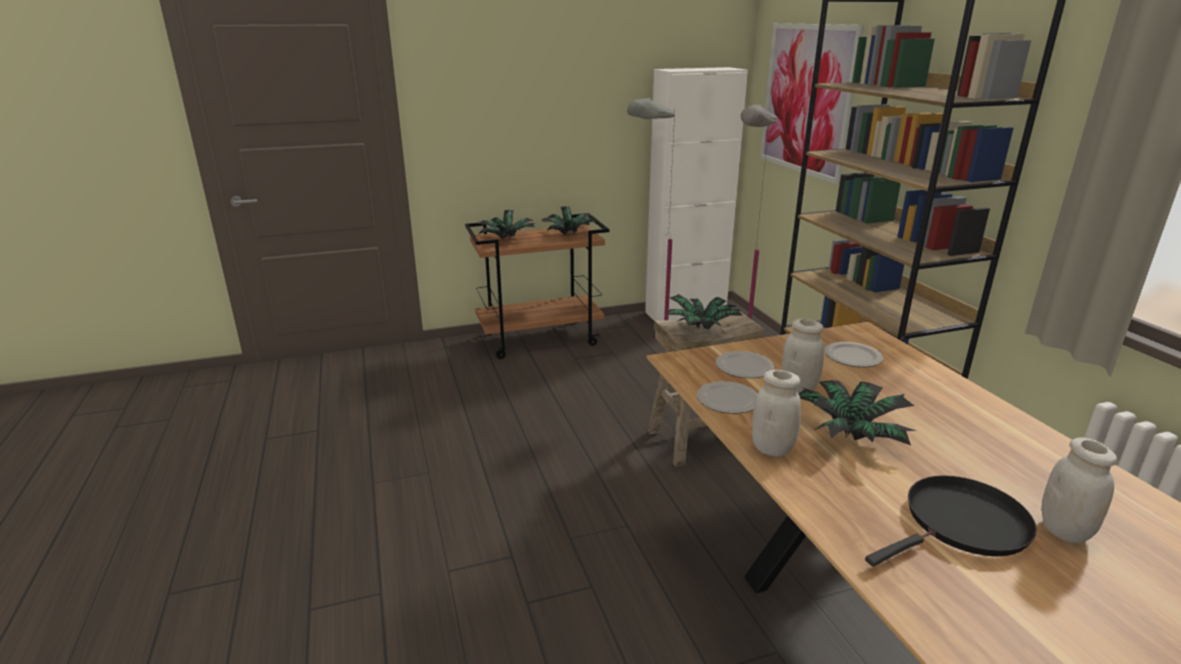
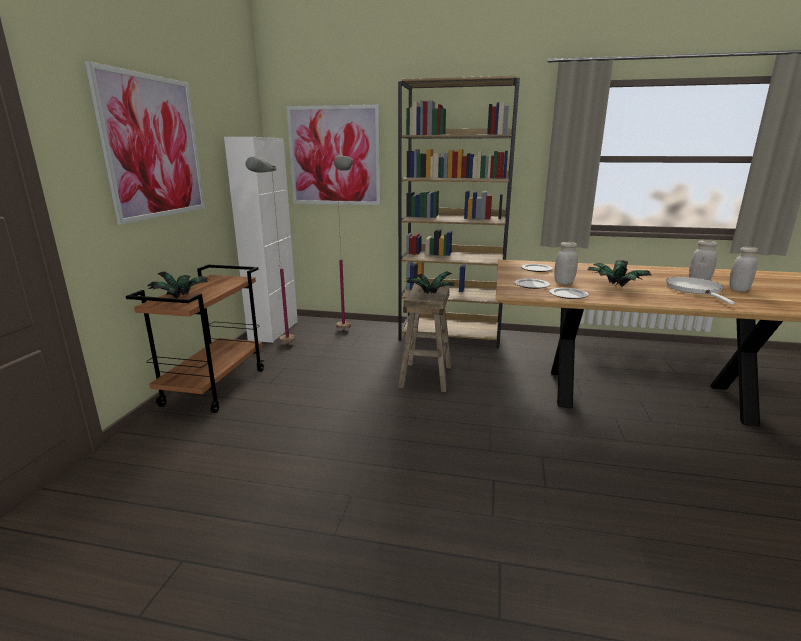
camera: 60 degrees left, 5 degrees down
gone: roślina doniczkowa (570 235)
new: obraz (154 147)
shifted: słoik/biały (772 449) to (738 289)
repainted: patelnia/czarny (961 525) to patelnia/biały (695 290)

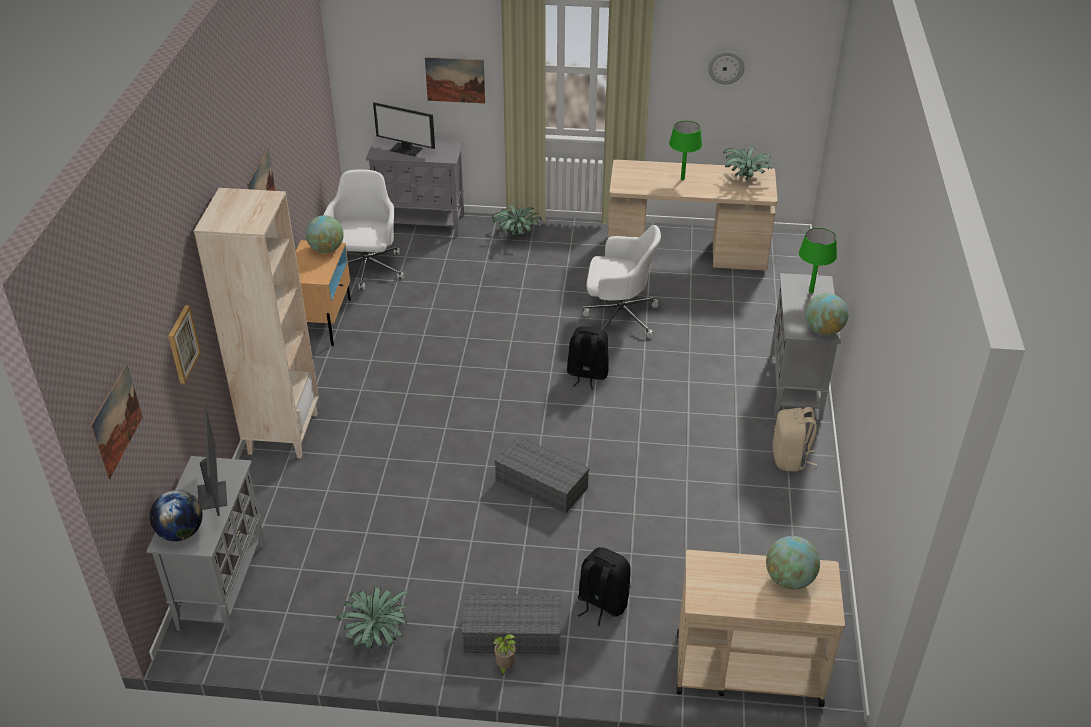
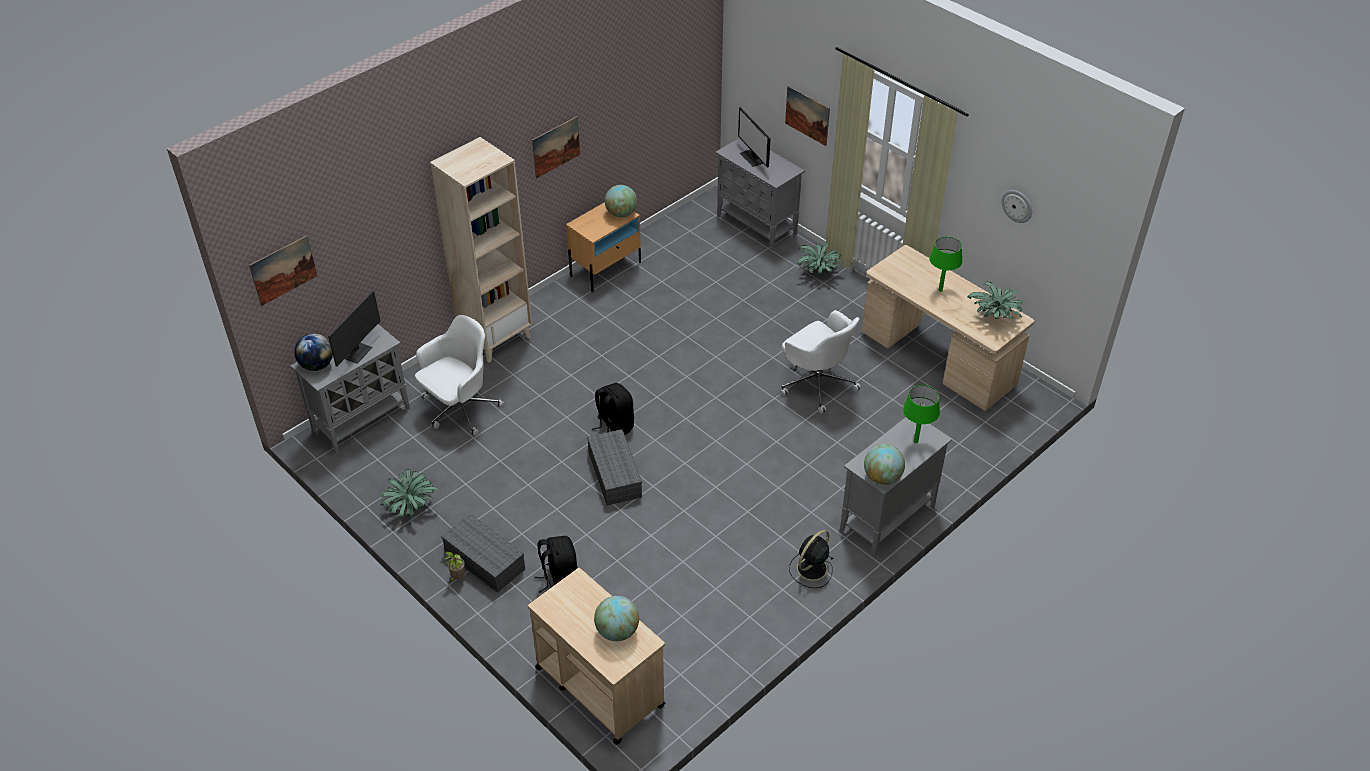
camera: 40 degrees right, 5 degrees up
gone: obraz (182 344)
shifted: krzesło biurowe/biały (366 270) to (460 409); plecak/czarny (587 374) to (614 426)
swapped: plecak/beżowy (790 459) to wentylator/czarny (811 569)

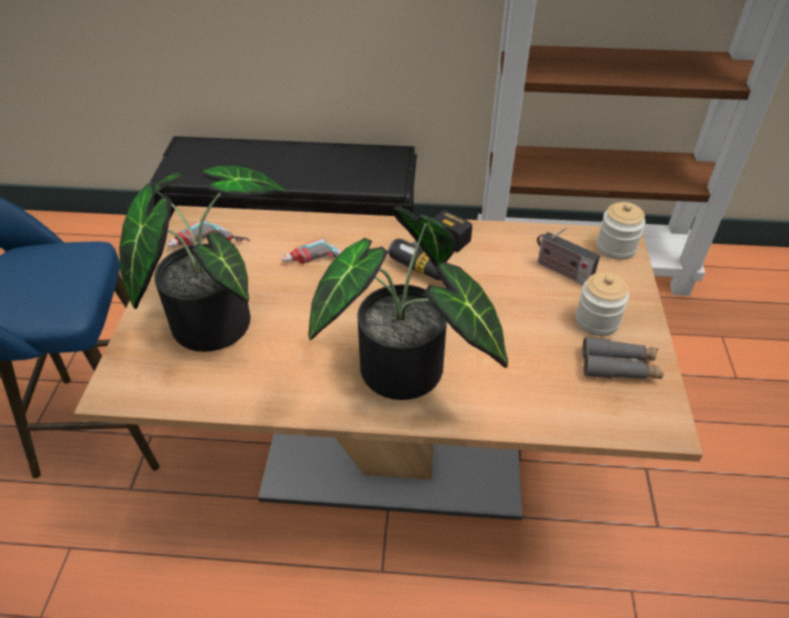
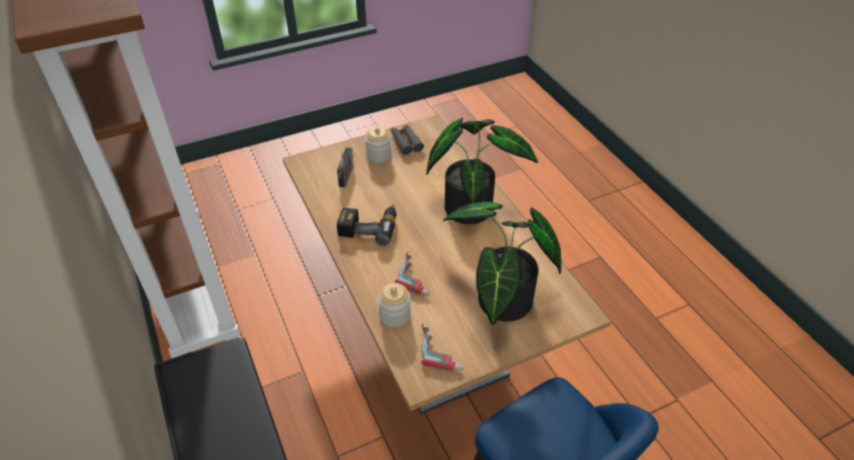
camera: 120 degrees left, 0 degrees up
shifted: słoik (616 247) to (395 315)

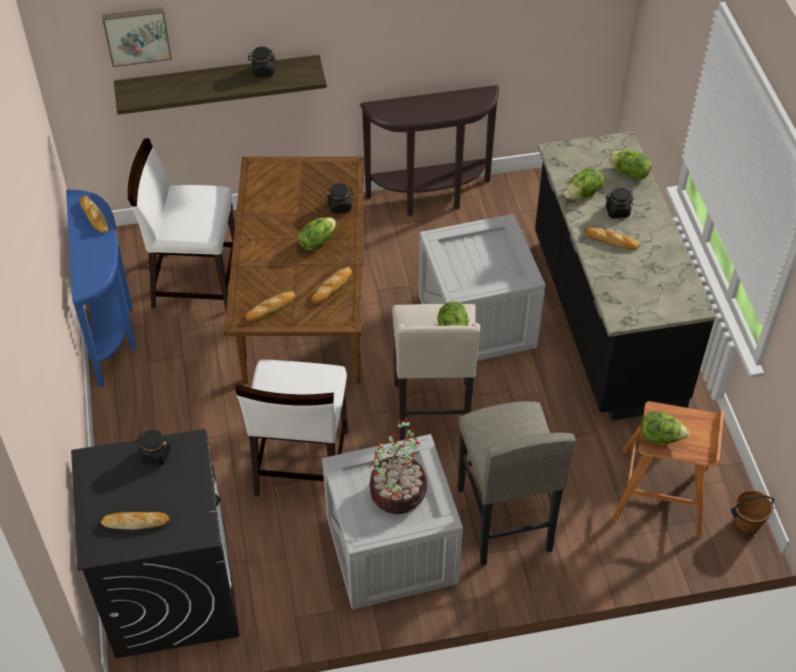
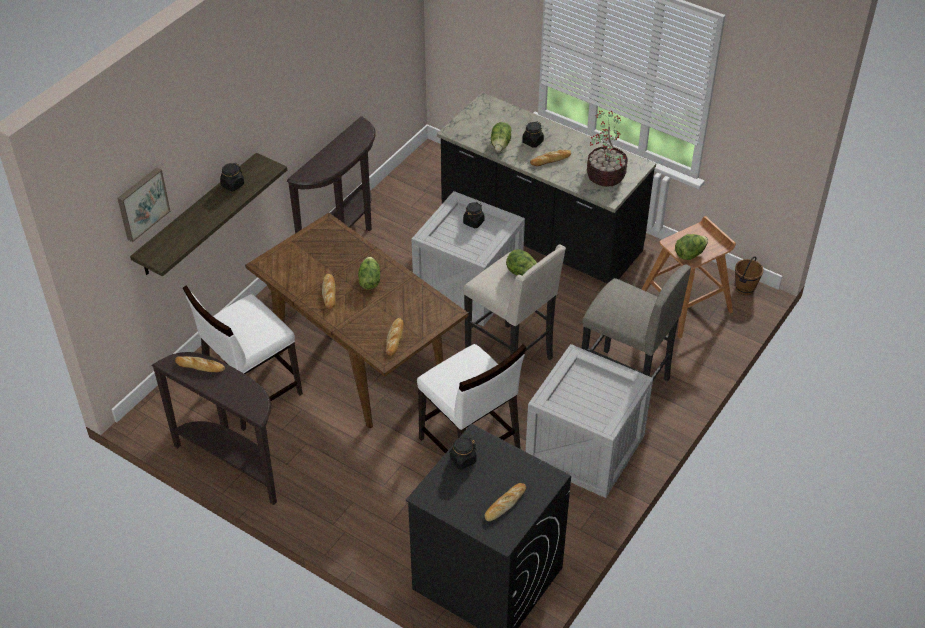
camera: 45 degrees left, 5 degrees down
gone: sałata (629 173)
shifted: słoik/czarny (340 206) to (473 222); chleb (332 287) to (329 293); roślina doniczkowa (398 492) to (605 174)
repainted: stolik konsolowy/niebieski (113 330) to stolik konsolowy/brązowy (234 463)

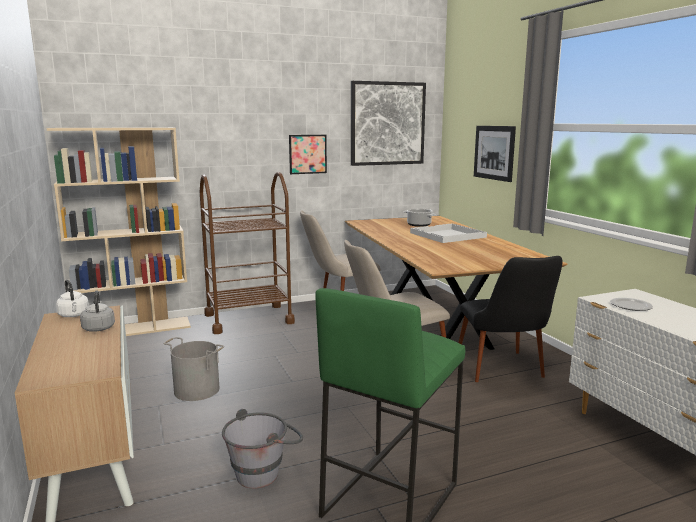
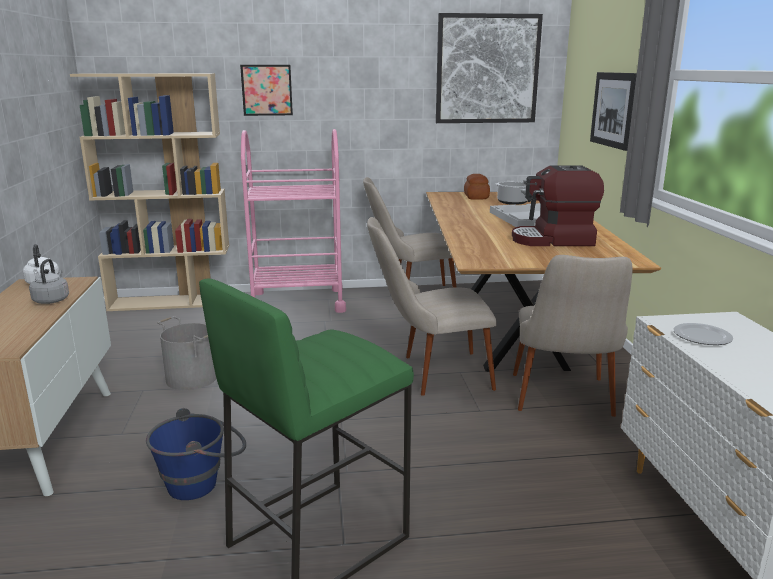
camera: 15 degrees right, 5 degrees up
new: ekspres do kawy (553 240); chleb (476 197)
shifted: obraz (307 154) to (267 90)
repainted: wózek/brązowy (248 319) to wózek/różowy (297 302); krzesło/czarny (504 373) to krzesło/beżowy (563 404); wiadro/szary (264 471) to wiadro/niebieski (202 482)

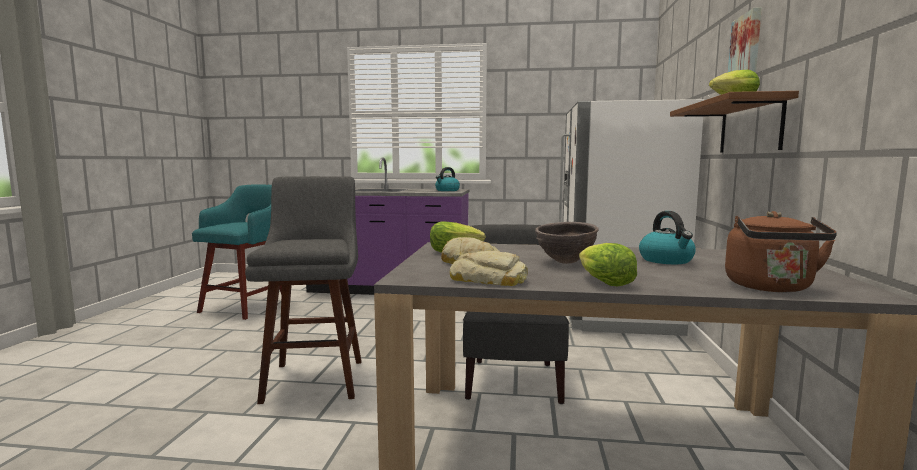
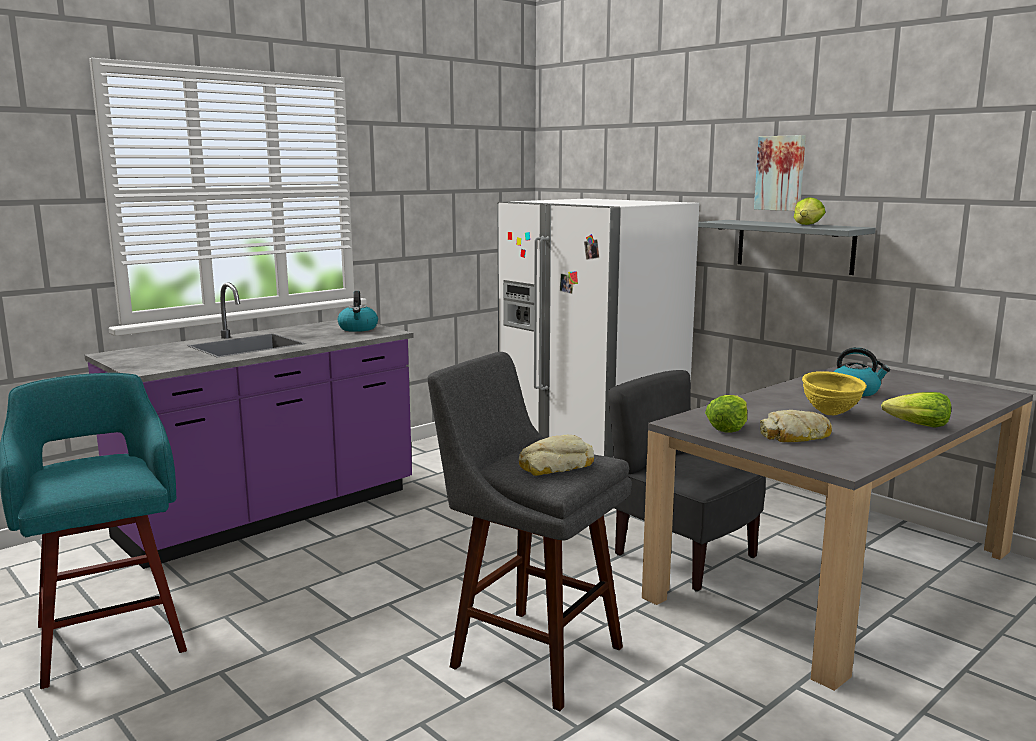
camera: 50 degrees left, 5 degrees up
gone: czajnik/brązowy (771 288)
shifted: chleb (489 280) to (555 465)
repainted: półka/brązowy (750 127) to półka/szary (794 246); miska/brązowy (565 262) to miska/żółty (830 414)

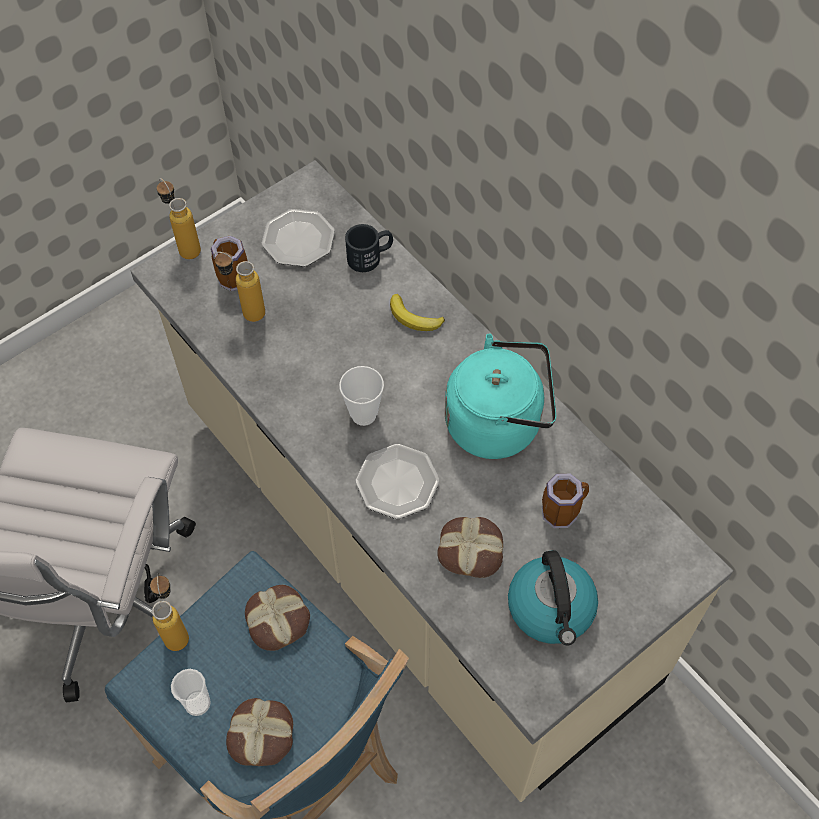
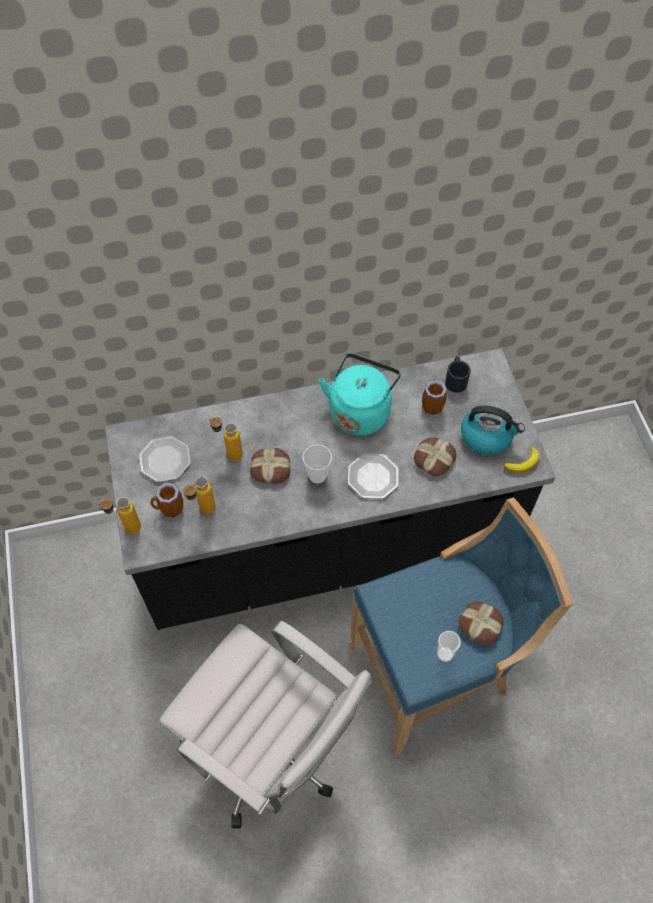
camera: 65 degrees left, 0 degrees up
shifted: kubek/czarny (370 256) to (456 379); banan (414 318) to (523 463); butelka (176 630) to (228 453); chleb (278 620) to (271 468)
repainted: zabudowa kuchenna/beżowy (411 546) to zabudowa kuchenna/czarny (326 544)

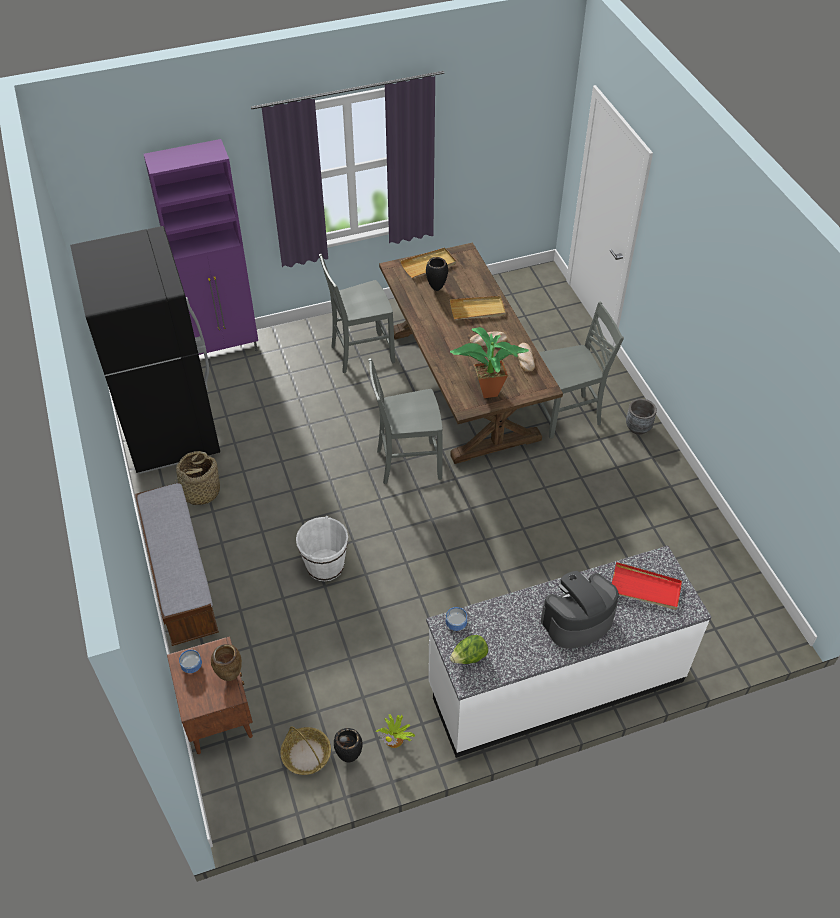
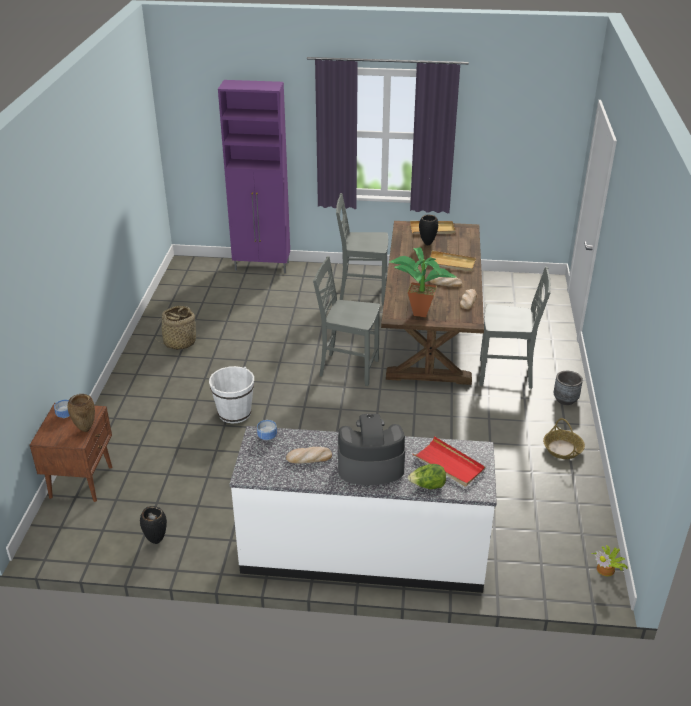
camera: 25 degrees right, 15 degrees down
gone: lodówka/czarny (170 430); ławka (181 579)
new: chleb (309 457)
shifted: sałata (469 657) to (427 486); roślina doniczkowa (395 738) to (607 569); koszyk (306 755) to (563 449)

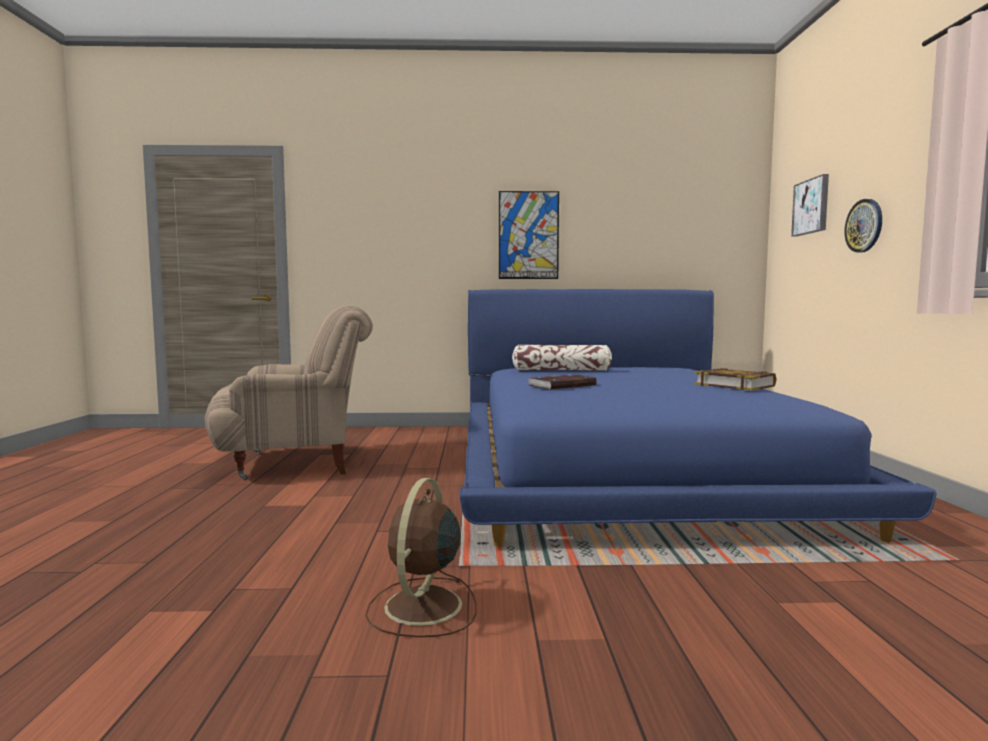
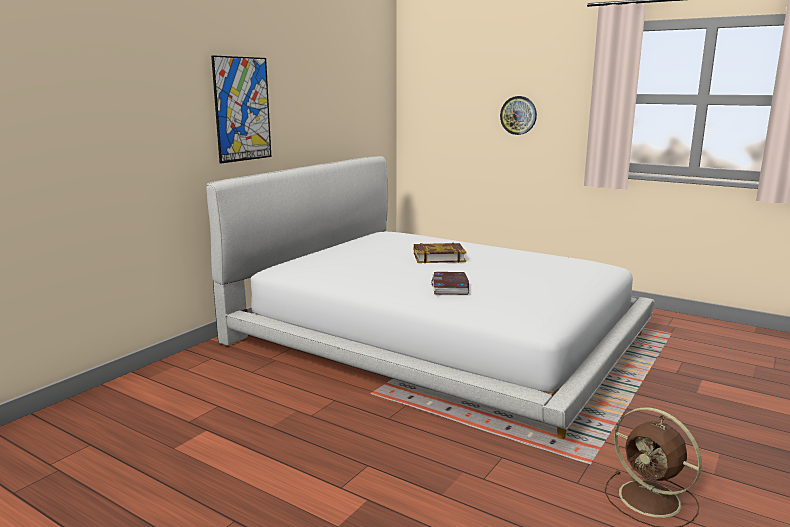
camera: 55 degrees left, 10 degrees up
gone: obraz (811 206); fotel/beżowy (296 462); poduszka (561 370)
shifted: książka (734 385) to (438 257)
repainted: łóżko/niebieski (623 467) to łóżko/biały (436 336)

